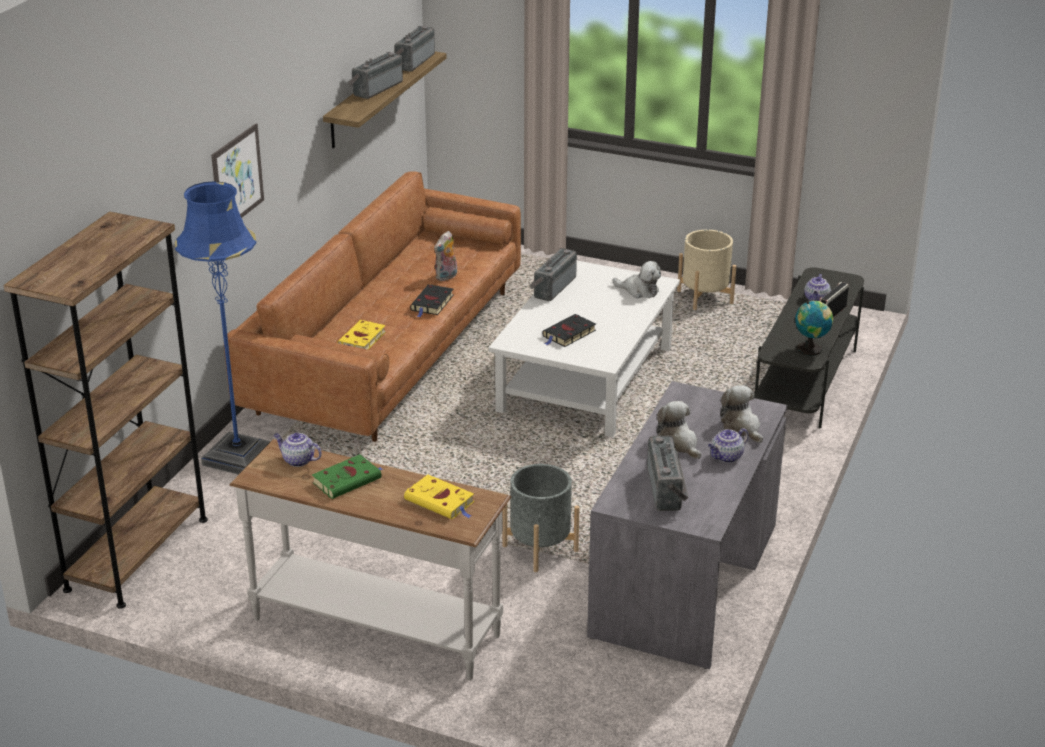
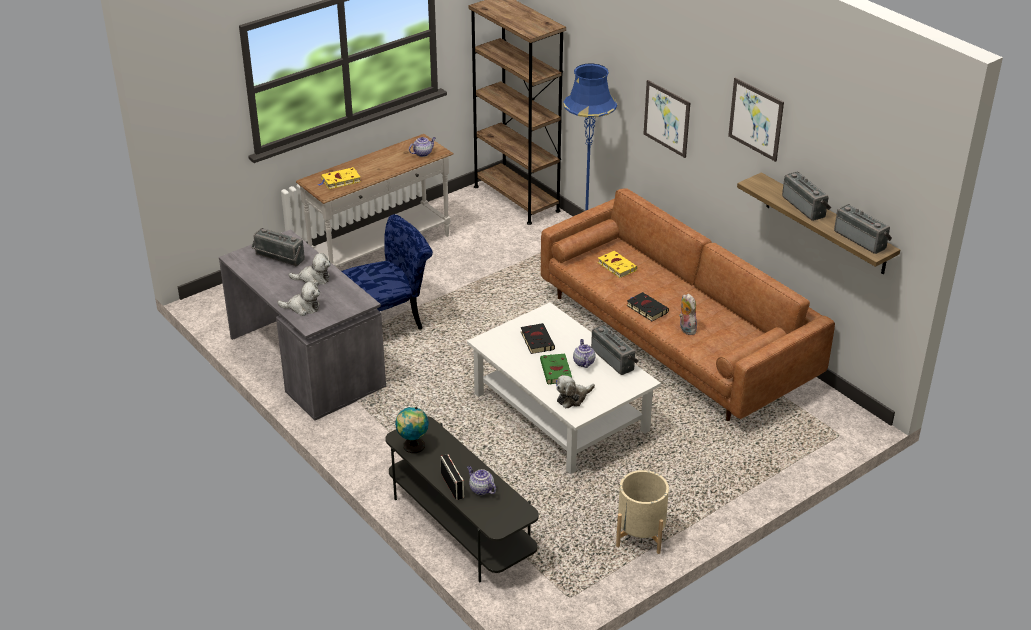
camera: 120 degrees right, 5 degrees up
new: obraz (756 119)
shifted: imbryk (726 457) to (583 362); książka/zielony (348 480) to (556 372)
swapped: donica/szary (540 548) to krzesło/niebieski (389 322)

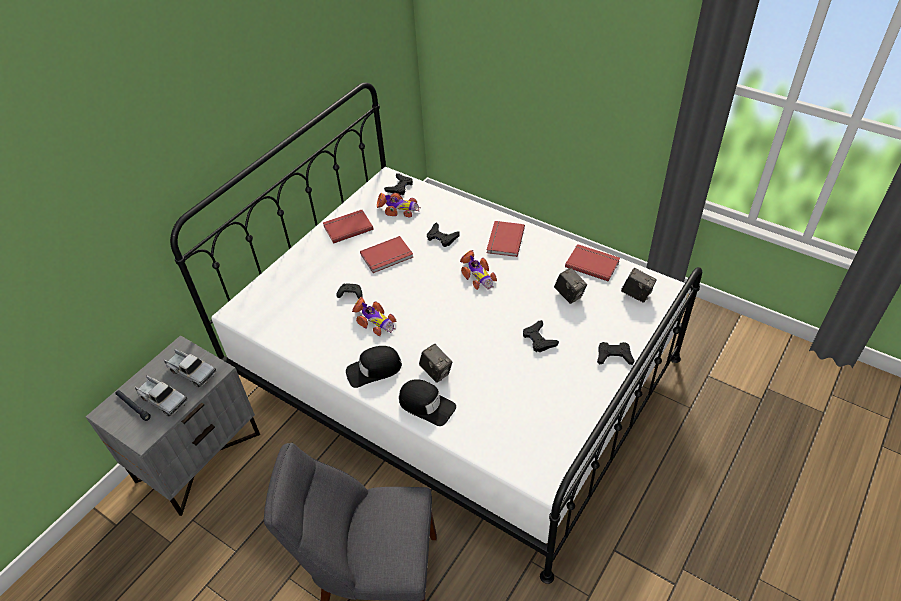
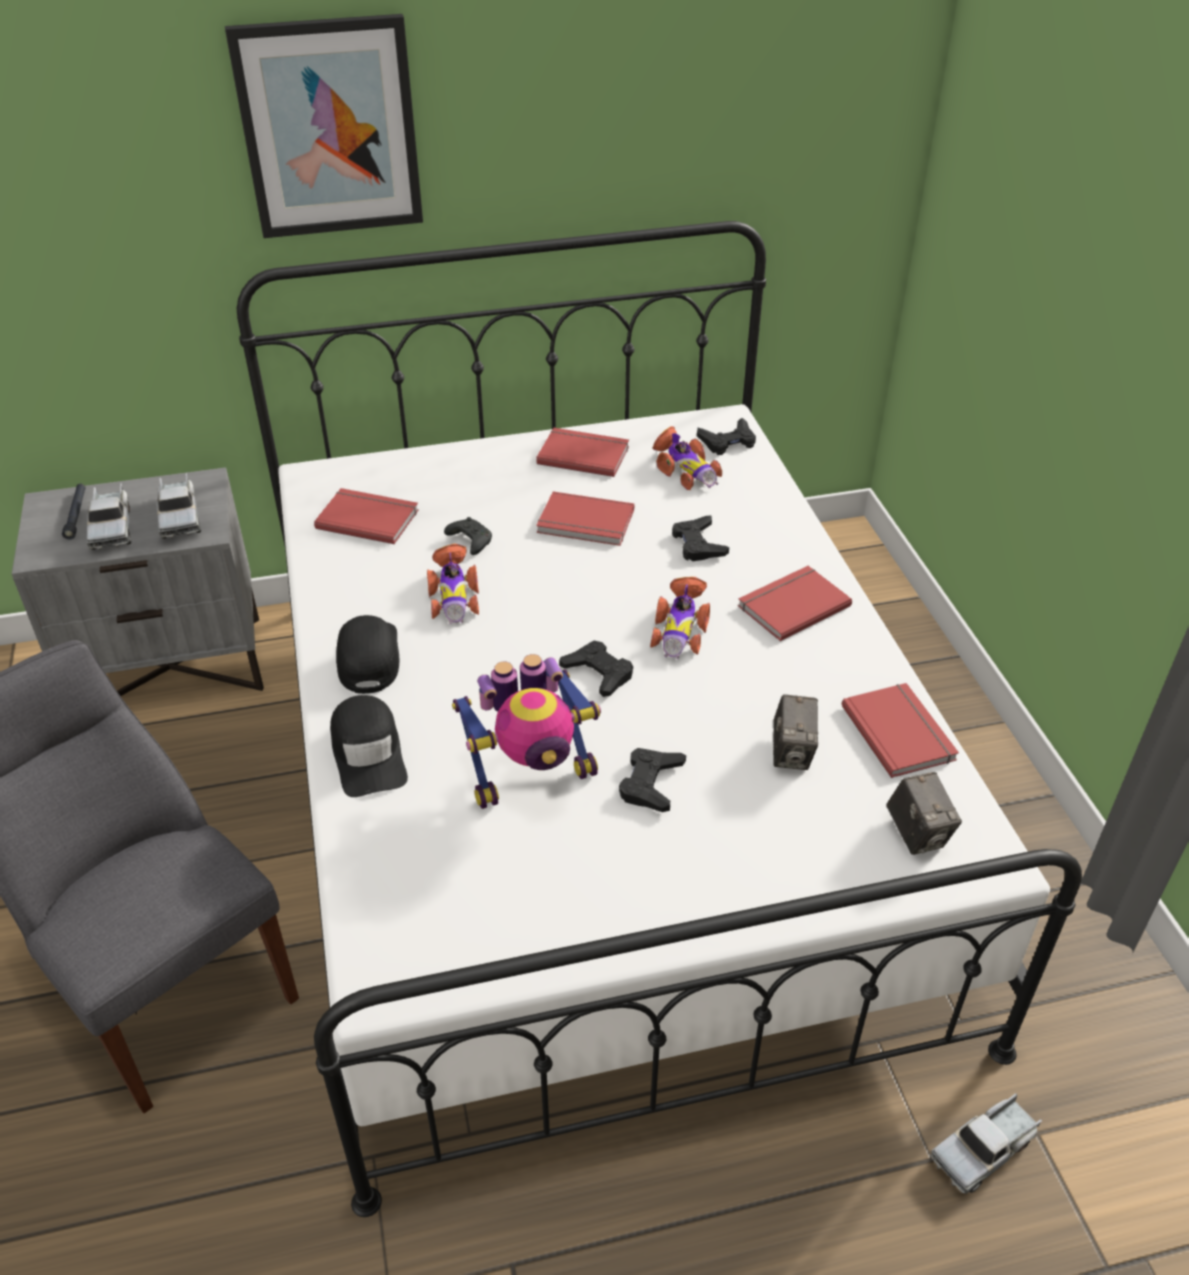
camera: 40 degrees right, 5 degrees down
gone: aparat fotograficzny (436 372)
new: obraz (329 128); książka/czerwony (368 518); robot zabawkowy (532 775); ciężarówka zabawkowa (984 1149)
shifted: pad do gier/czarny (614 356) to (598 673)
rotated: czapka z daszkiem/czarny (374 370) = (368 657) 60 degrees clockwise

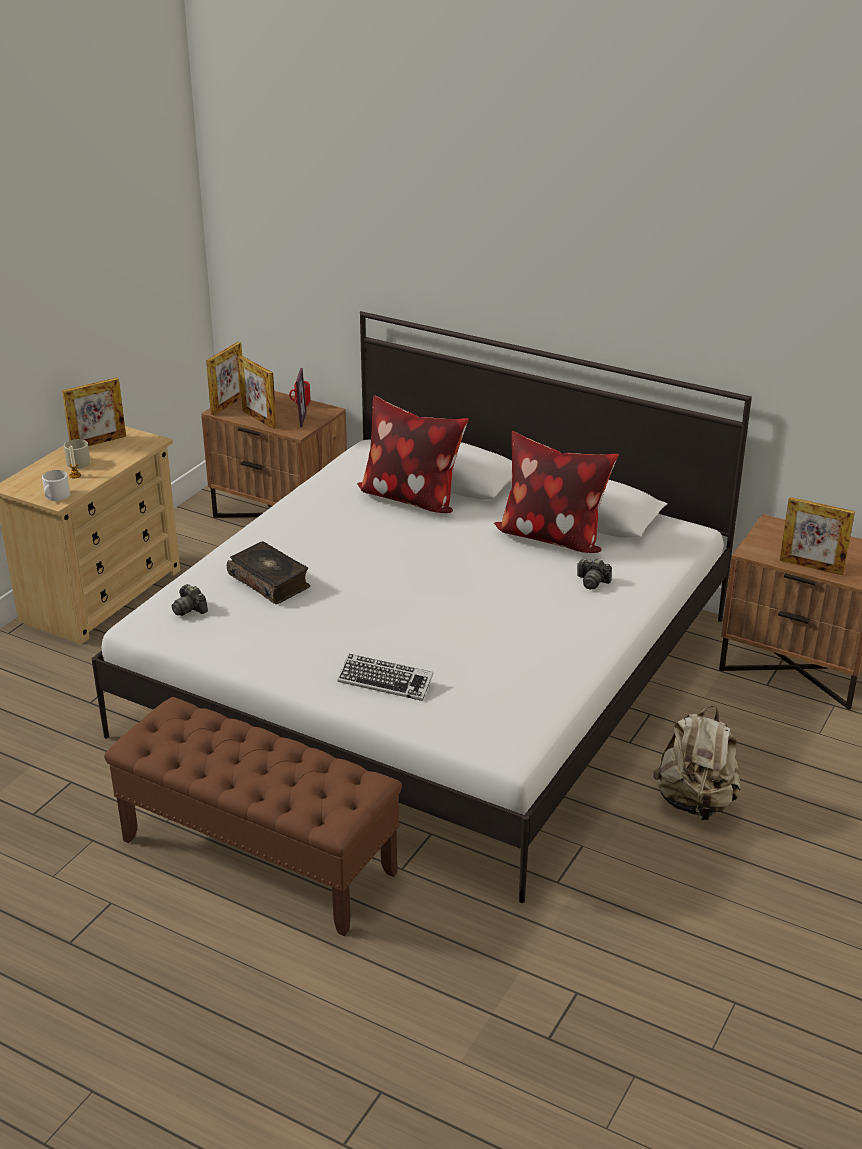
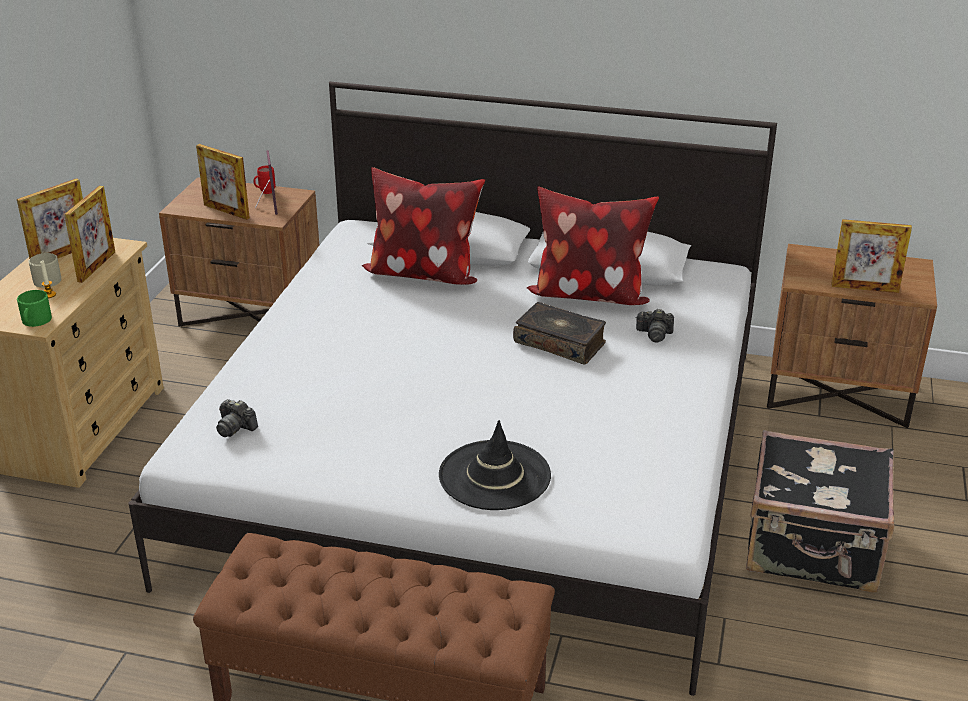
camera: 15 degrees left, 0 degrees up
shifted: ramka na zdjęcie (228 405) to (96 266); książka (270 581) to (560 342)
swapped: klawiatura (385 682) to kapelusz/czarny (494 475); plecak/beżowy (695 802) to walizka/czarny (813 549)
repainted: kubek/biały (55 496) to kubek/zielony (35 321)

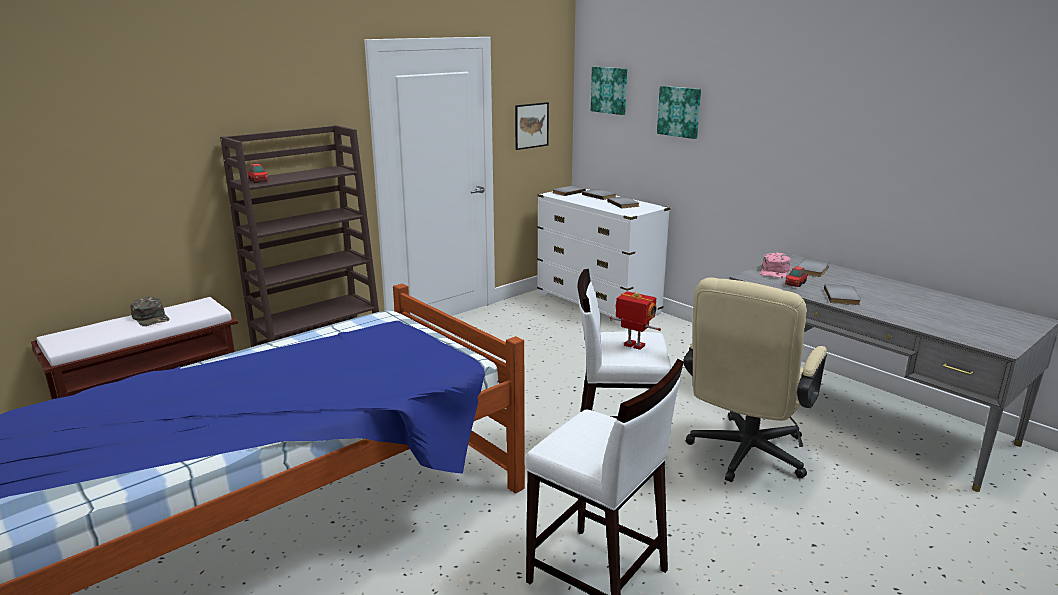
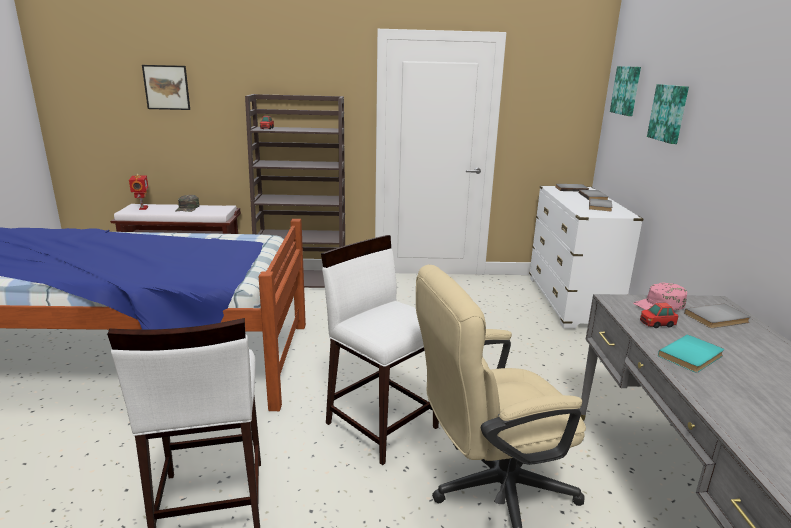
camera: 40 degrees right, 0 degrees up
shifted: obraz (531 125) to (166 87); robot zabawkowy (633 346) to (142 208)
repainted: książka/szary (843 296) to książka/turkusowy (693 356)

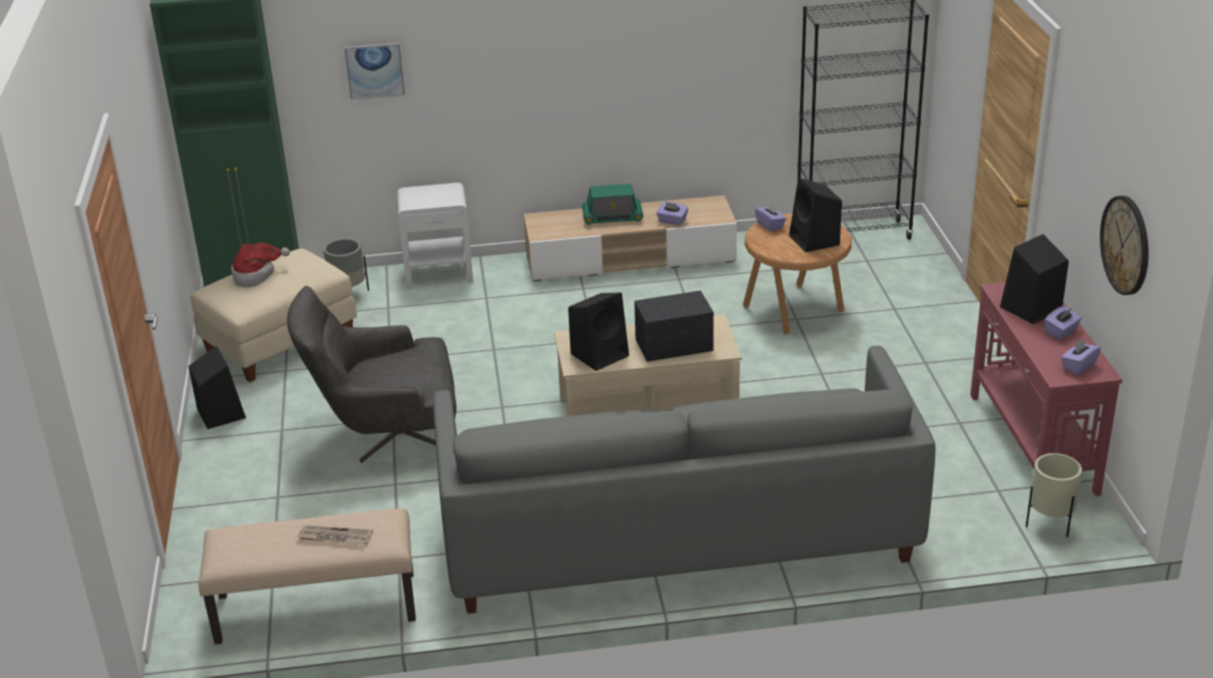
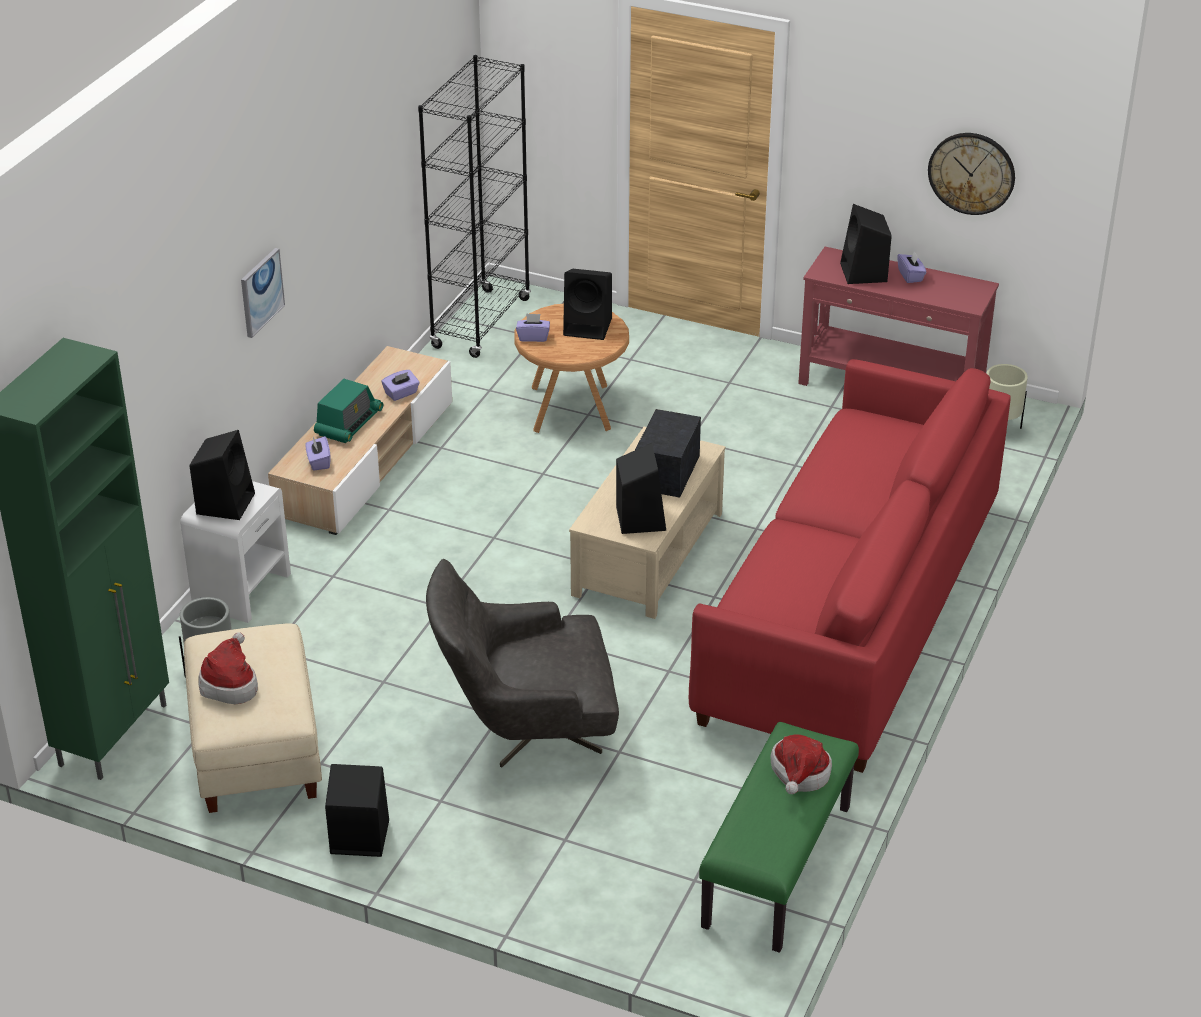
camera: 60 degrees left, 5 degrees up
new: głośnik/czarny (225 502)
shifted: obraz (374 70) to (261 292); pudełko chusteczek/fioletowy (1078 366) to (318 462)
swapped: gazeta (334 537) to kapelusz (799 775)
repainted: kanapa/szary (677 534) to kanapa/czerwony (852 612); ławka/beżowy (315 609) to ławka/zielony (778 867)
rotated: fotel/szary (385 435) = (525 731) 60 degrees clockwise

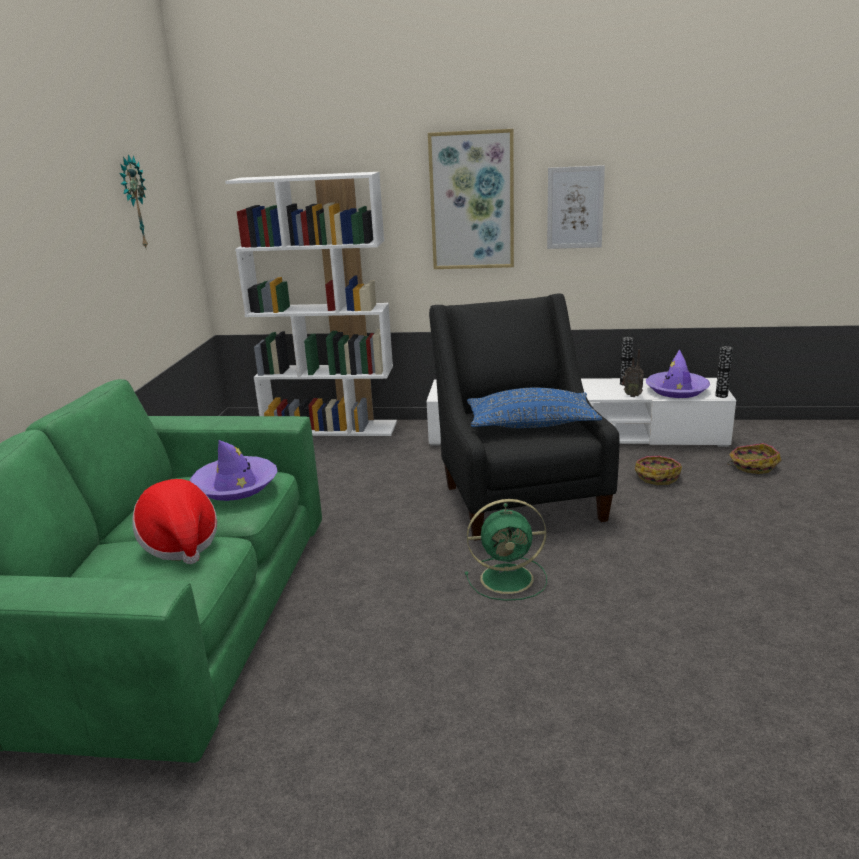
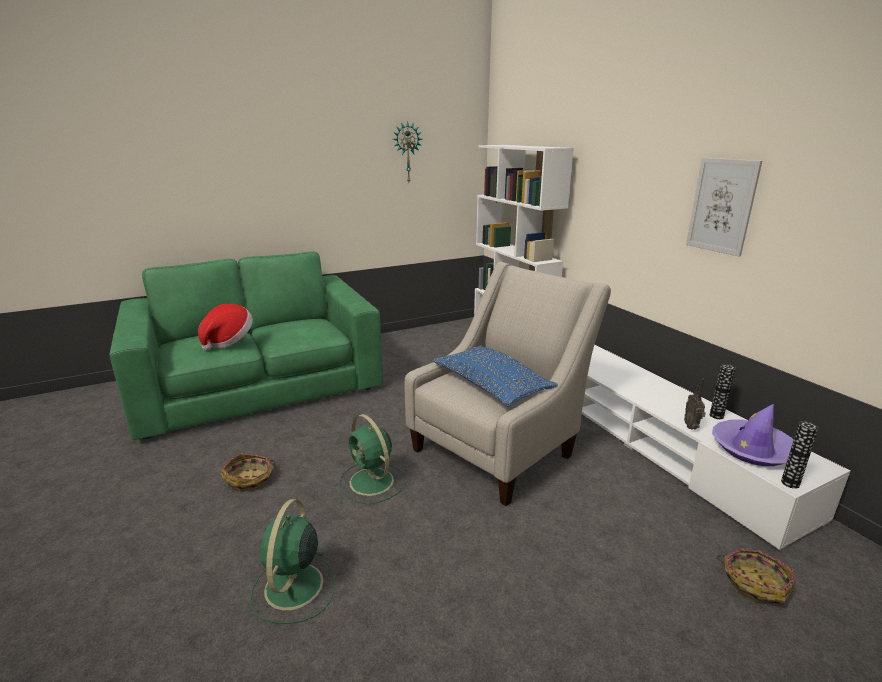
camera: 55 degrees right, 0 degrees up
gone: obraz (472 201); kapelusz/fioletowy (235 486)
new: wentylator/zielony (293 588)
shifted: koszyk (657 476) to (250 479)
repainted: fotel/czarny (519 496) to fotel/beżowy (499 448)

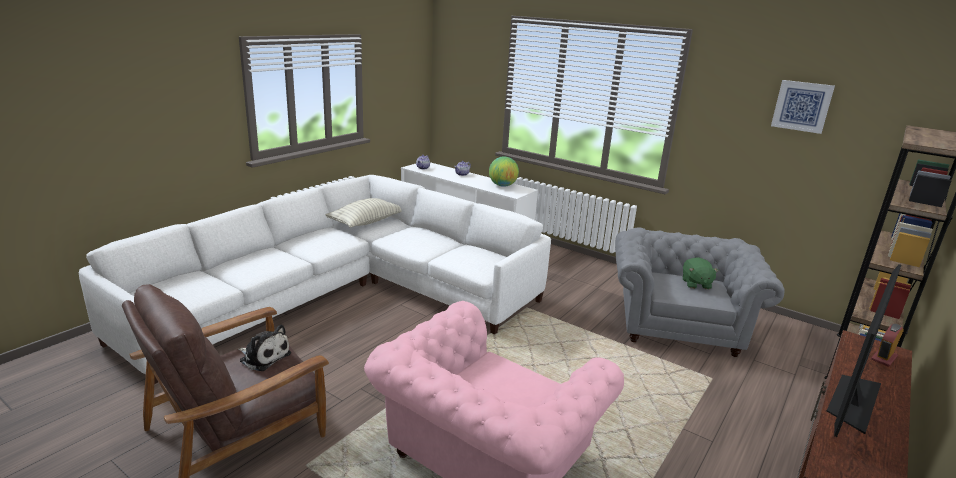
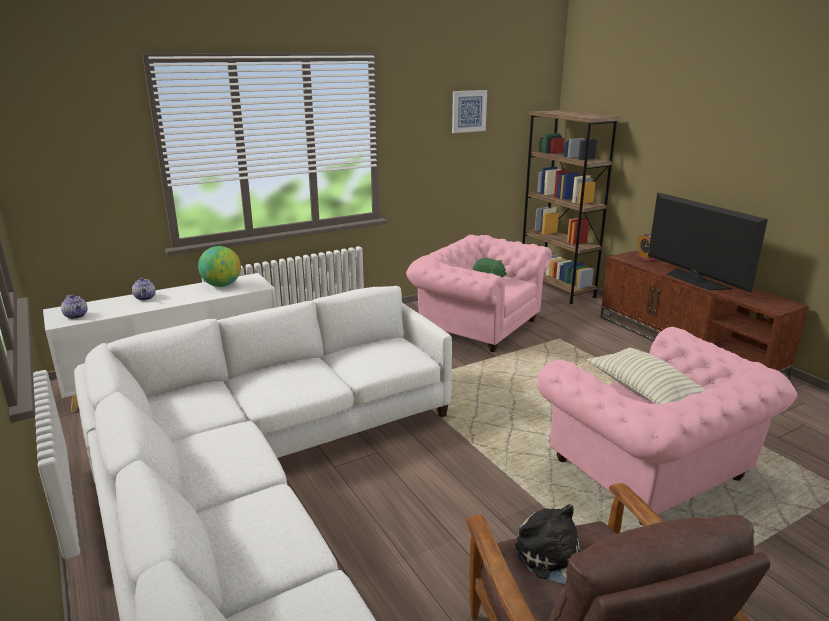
camera: 65 degrees left, 0 degrees up
shifted: poduszka (366 222) to (644 391)
repainted: fotel/szary (678 324) to fotel/różowy (477 325)
rotated: pluszak (264 356) = (551 559) 75 degrees counterclockwise

